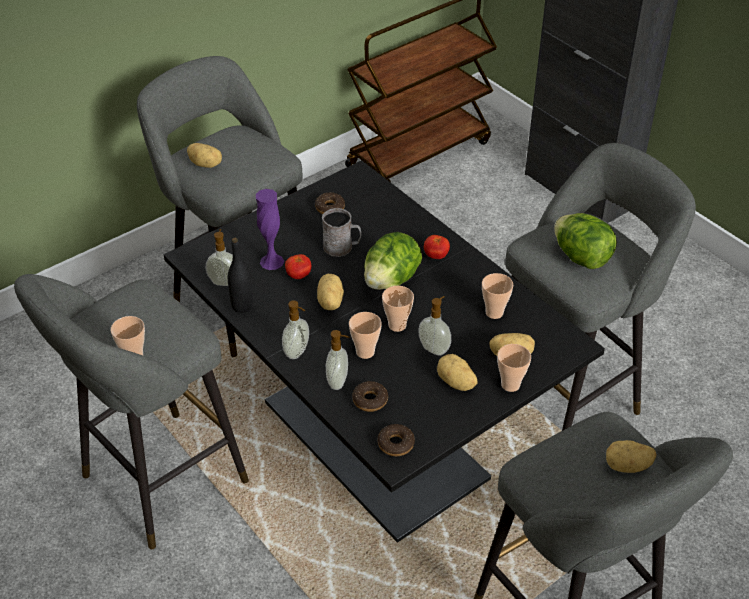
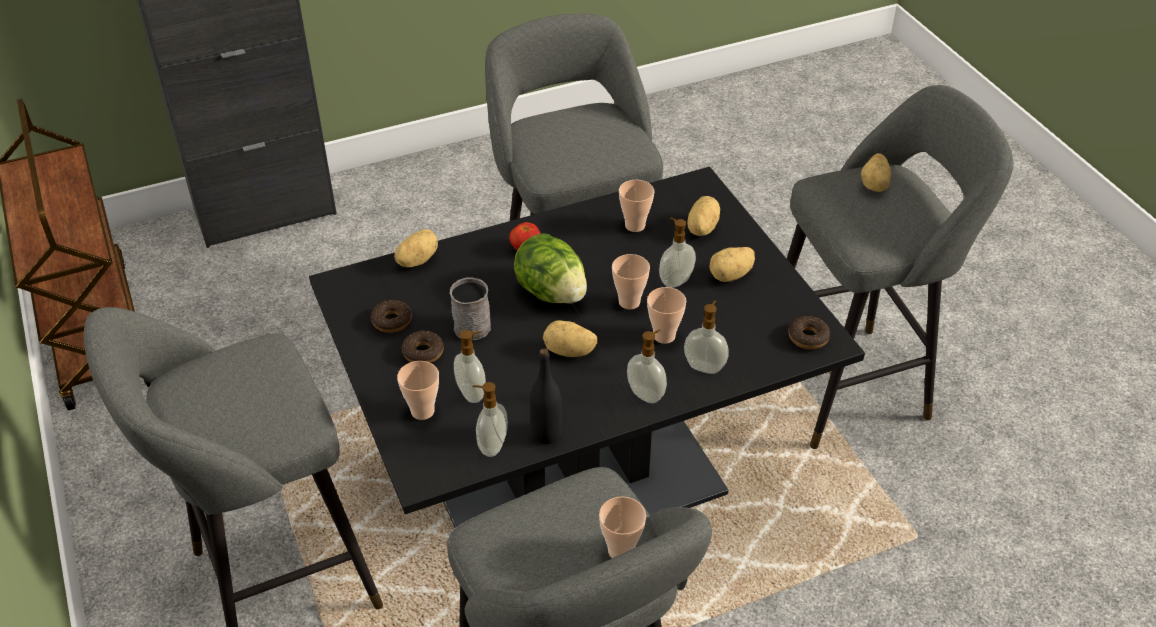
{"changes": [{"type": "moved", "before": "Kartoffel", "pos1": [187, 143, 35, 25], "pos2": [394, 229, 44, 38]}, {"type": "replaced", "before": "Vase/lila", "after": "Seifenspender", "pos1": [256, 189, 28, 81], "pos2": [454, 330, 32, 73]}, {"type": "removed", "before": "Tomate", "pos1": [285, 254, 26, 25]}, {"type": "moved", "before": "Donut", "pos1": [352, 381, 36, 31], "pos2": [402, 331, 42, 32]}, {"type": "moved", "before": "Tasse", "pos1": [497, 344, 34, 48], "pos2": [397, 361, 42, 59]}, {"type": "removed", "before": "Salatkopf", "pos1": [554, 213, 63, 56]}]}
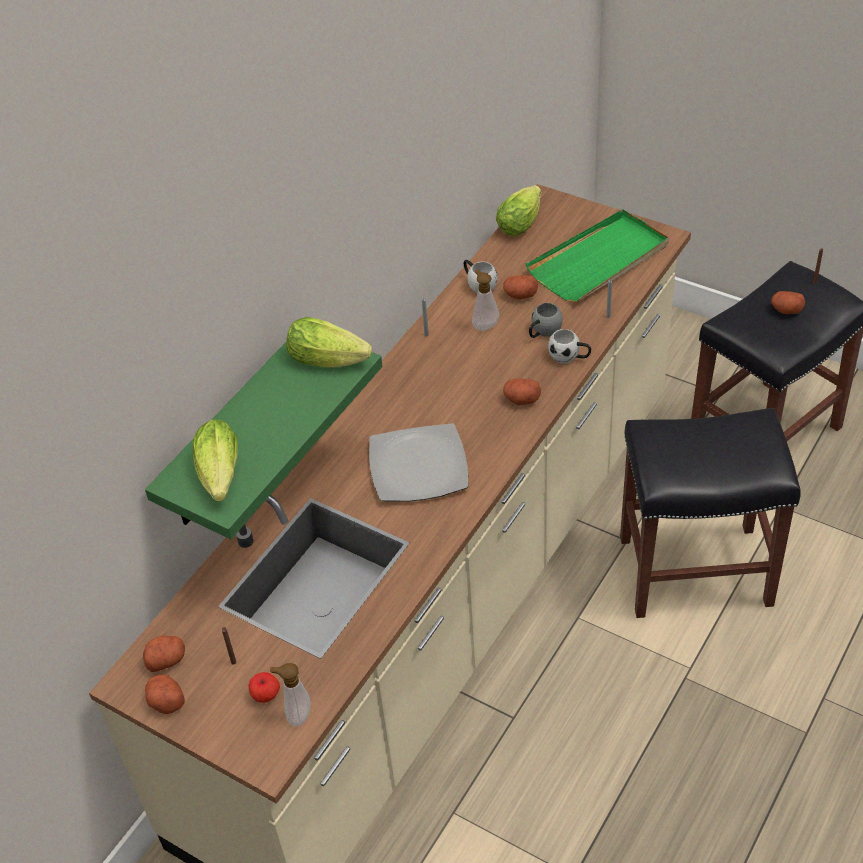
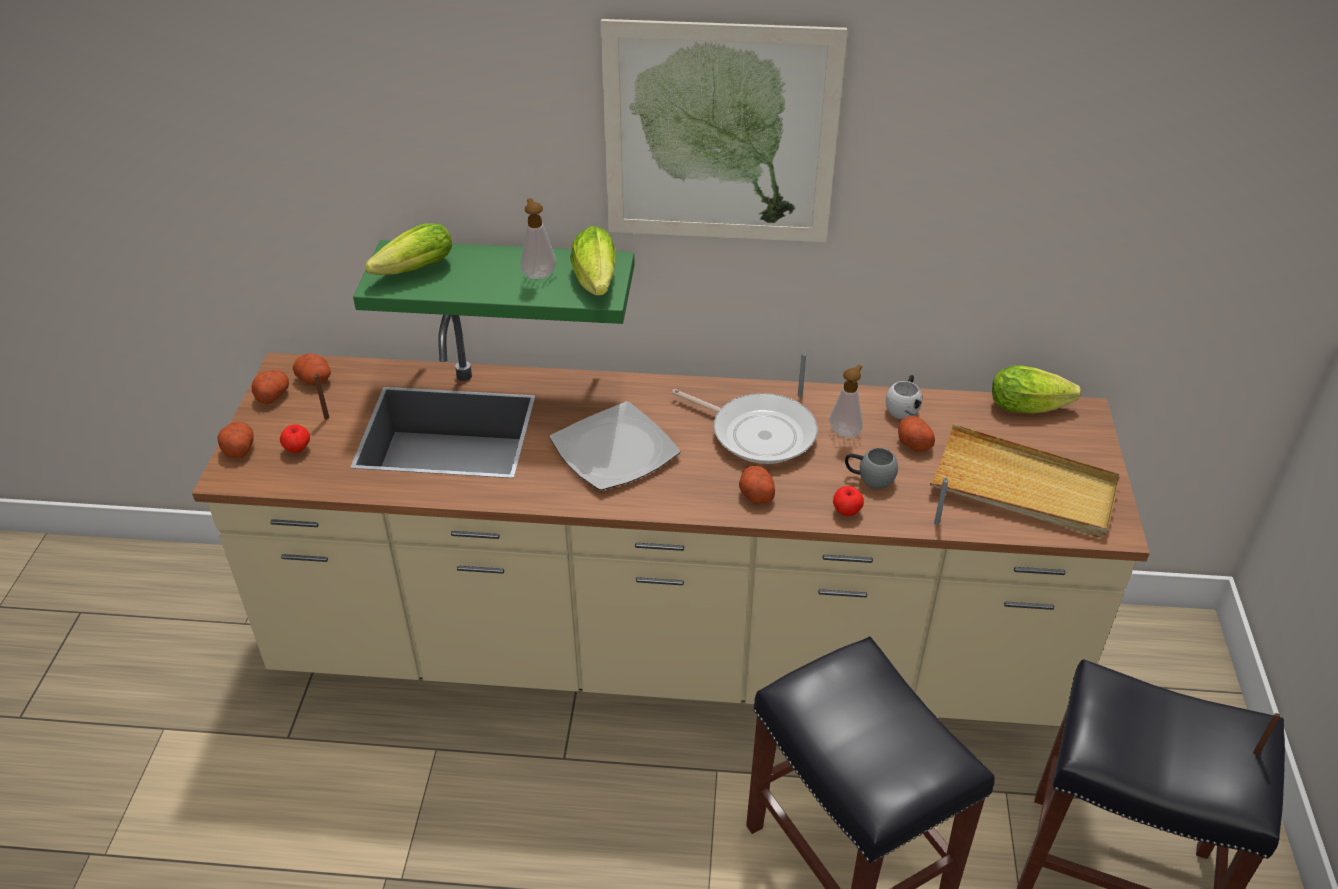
{"changes": [{"type": "moved", "before": "Seifenspender", "pos1": [270, 663, 41, 64], "pos2": [520, 198, 36, 81]}, {"type": "recoloured", "before": "Tablett/grün", "after": "Tablett/beige", "pos1": [525, 209, 144, 94], "pos2": [930, 424, 190, 114]}, {"type": "replaced", "before": "Henkelbecher/weiß", "after": "Apfel", "pos1": [548, 329, 43, 35], "pos2": [833, 486, 31, 30]}, {"type": "moved", "before": "Kartoffel", "pos1": [771, 291, 34, 23], "pos2": [217, 422, 37, 36]}, {"type": "added", "after": "Bild", "pos2": [600, 19, 248, 223]}, {"type": "added", "after": "Pfanne", "pos2": [672, 389, 145, 75]}]}
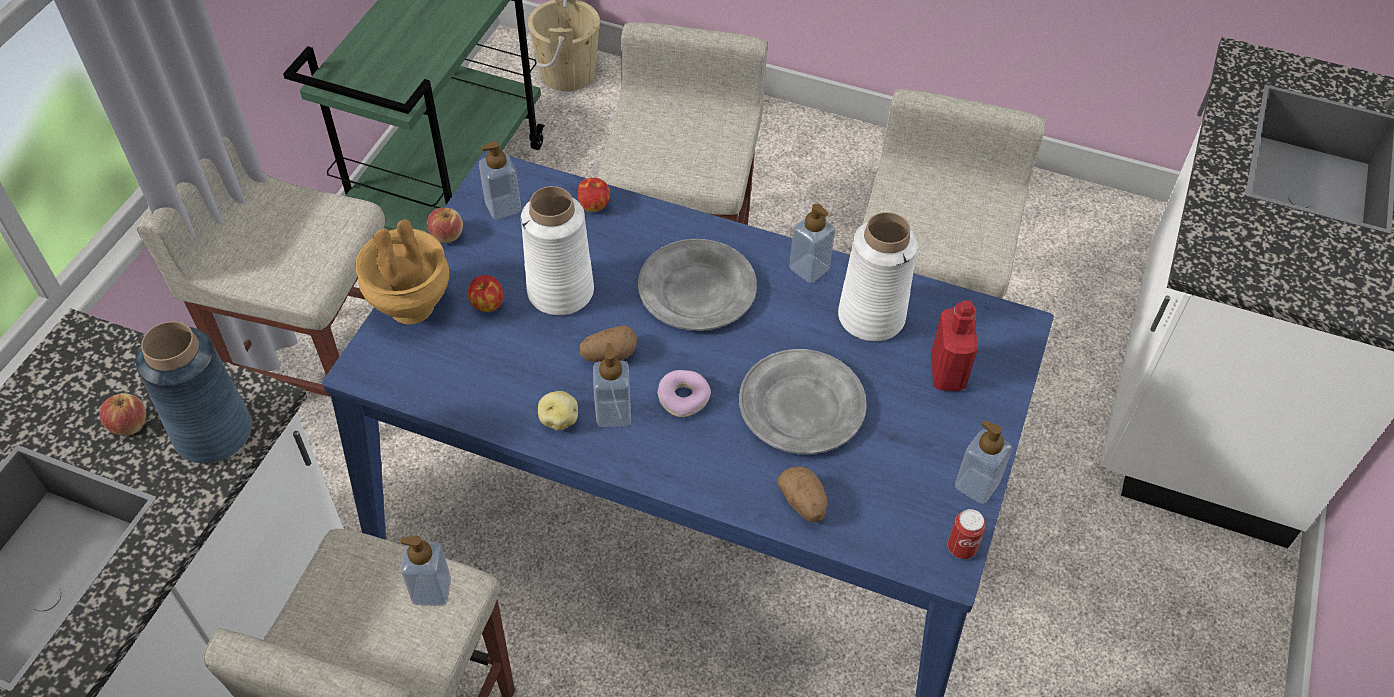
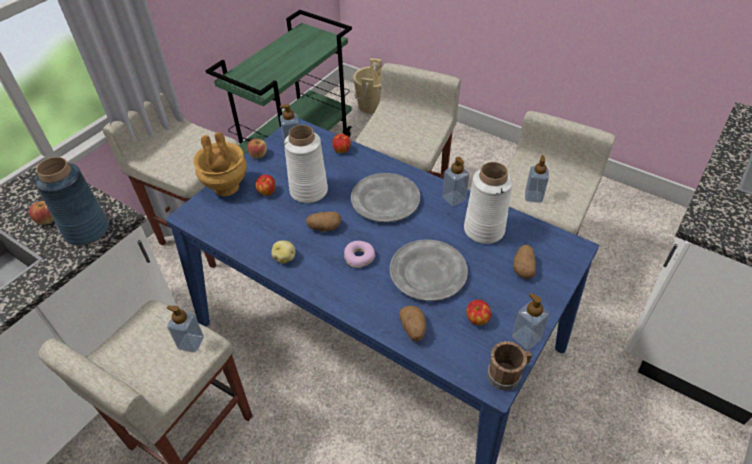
{"changes": [{"type": "moved", "before": "Seifenspender", "pos1": [593, 343, 38, 84], "pos2": [525, 155, 24, 48]}, {"type": "replaced", "before": "Flasche/rot", "after": "Kartoffel", "pos1": [931, 300, 47, 91], "pos2": [513, 245, 23, 34]}, {"type": "replaced", "before": "Dose", "after": "Henkelbecher/braun", "pos1": [948, 509, 38, 50], "pos2": [487, 341, 45, 50]}, {"type": "added", "after": "Apfel", "pos2": [466, 300, 25, 25]}]}
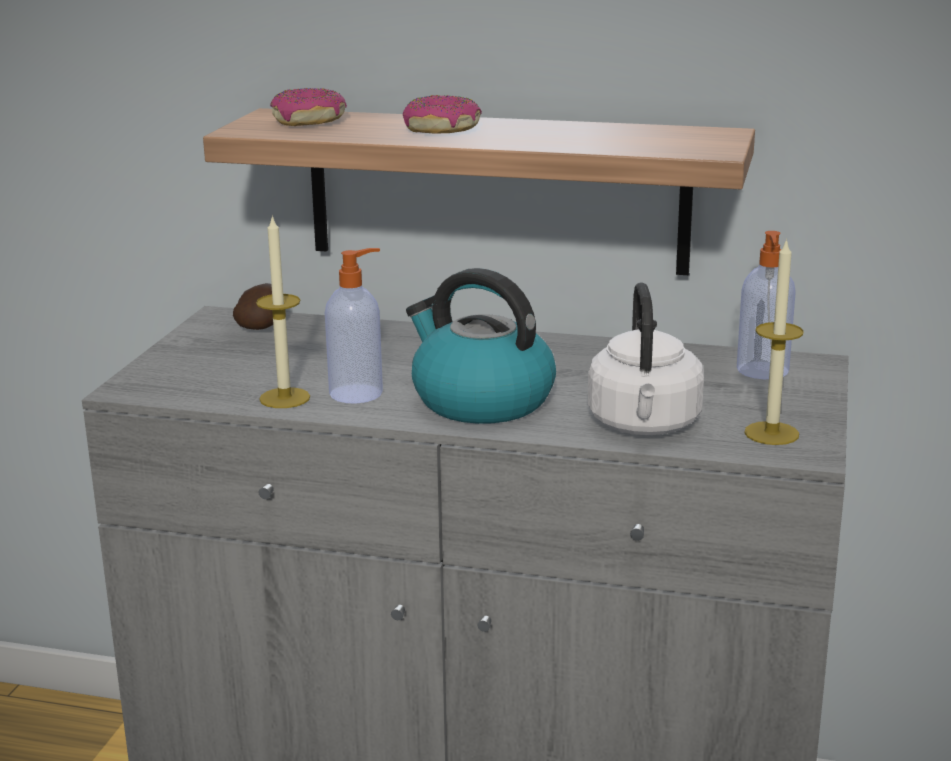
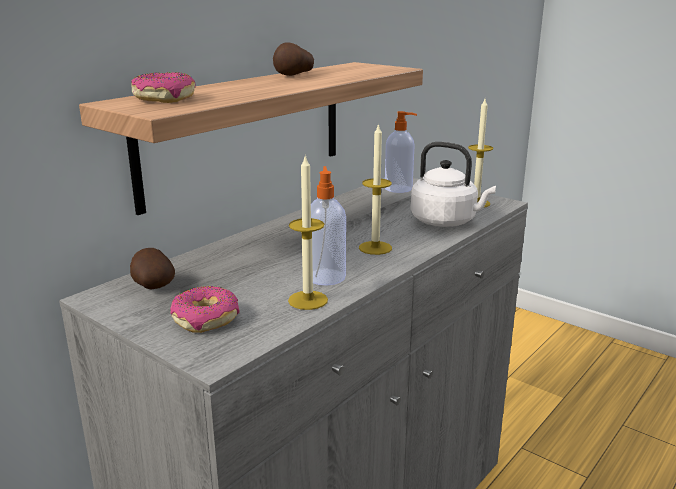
{"changes": [{"type": "moved", "before": "Donut", "pos1": [403, 95, 79, 39], "pos2": [170, 286, 70, 47]}, {"type": "replaced", "before": "Wasserkessel", "after": "Kerze", "pos1": [406, 268, 150, 156], "pos2": [359, 123, 33, 132]}, {"type": "added", "after": "Kartoffel", "pos2": [273, 42, 41, 34]}]}
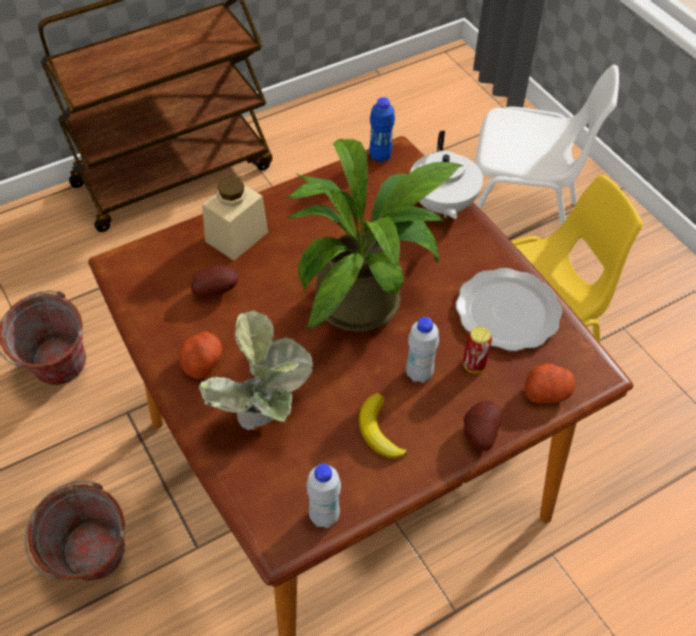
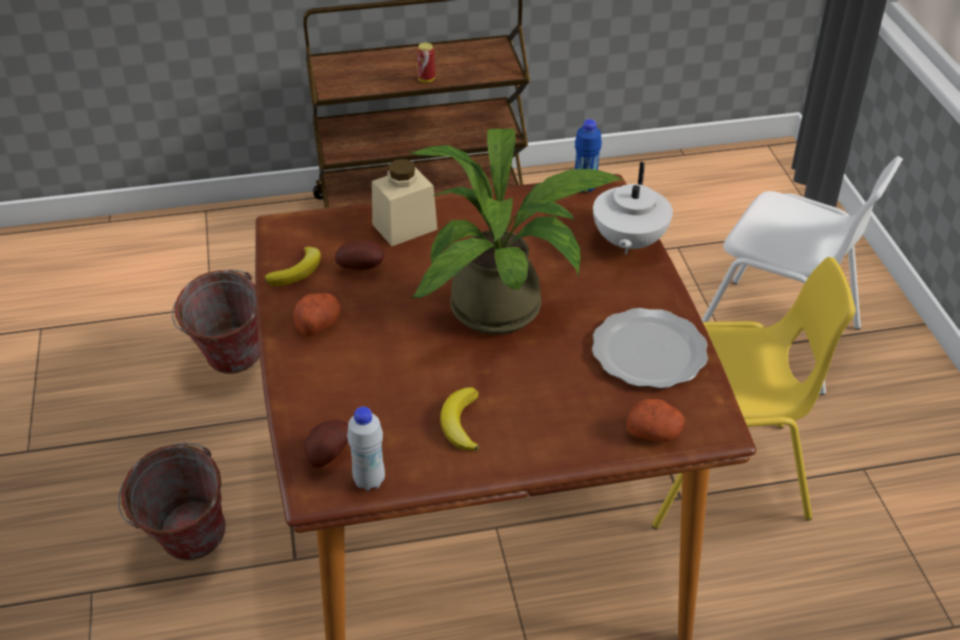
{"changes": [{"type": "removed", "before": "Topfpflanze", "pos1": [199, 310, 114, 121]}, {"type": "removed", "before": "Flasche/weiß", "pos1": [406, 317, 33, 66]}, {"type": "moved", "before": "Dose", "pos1": [463, 326, 29, 47], "pos2": [417, 43, 18, 39]}, {"type": "moved", "before": "Kartoffel", "pos1": [464, 401, 38, 50], "pos2": [303, 420, 45, 48]}, {"type": "added", "after": "Banane", "pos2": [265, 246, 56, 40]}]}
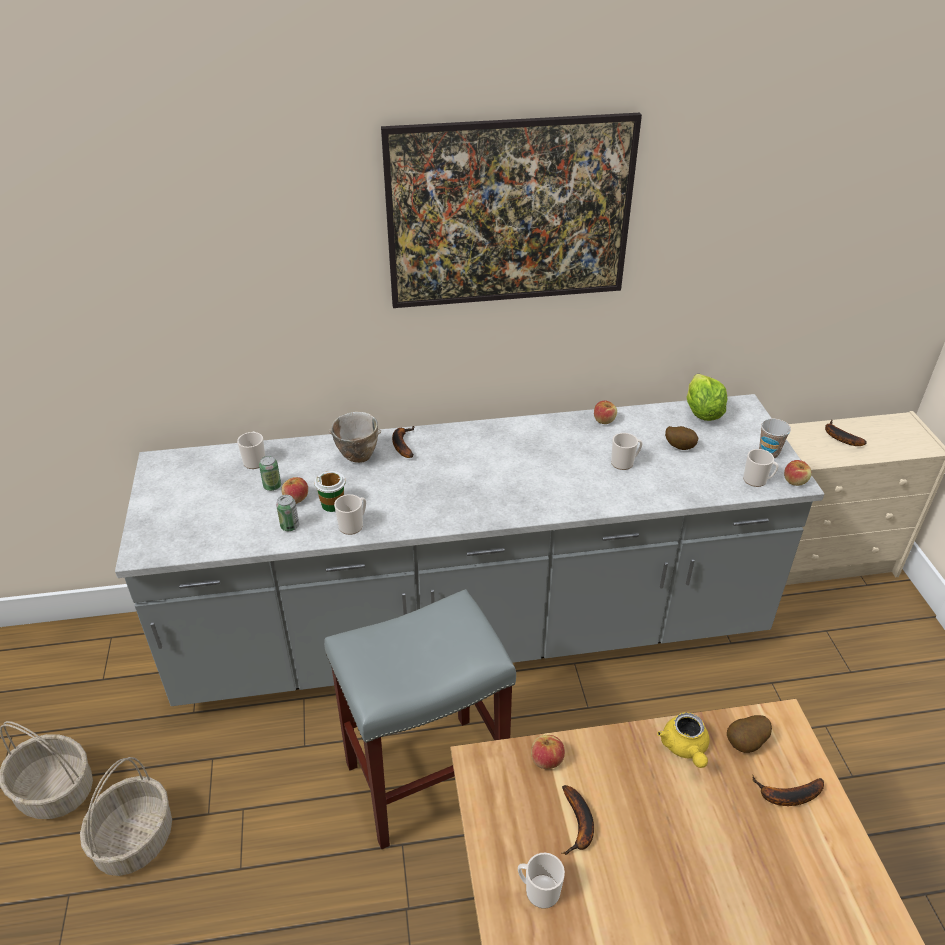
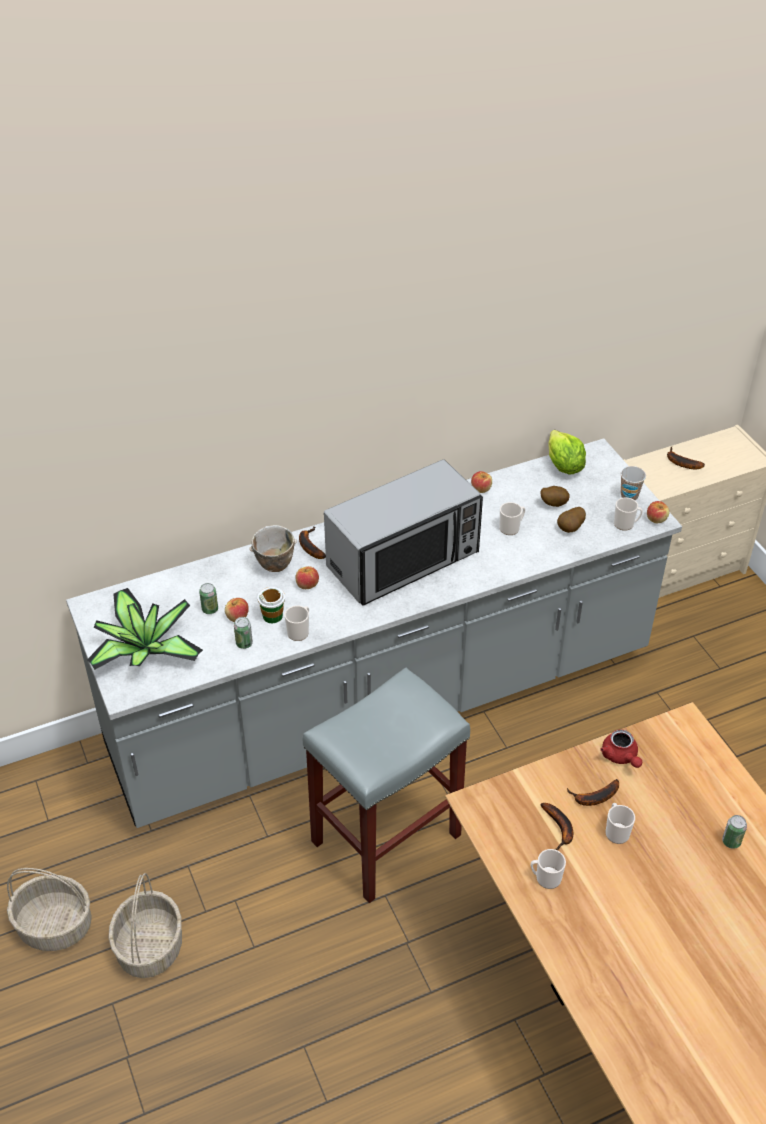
{"changes": [{"type": "moved", "before": "Henkelbecher", "pos1": [237, 431, 28, 38], "pos2": [606, 803, 29, 41]}, {"type": "removed", "before": "Bild", "pos1": [381, 113, 261, 195]}, {"type": "moved", "before": "Apfel", "pos1": [531, 735, 34, 34], "pos2": [296, 566, 23, 23]}, {"type": "recoloured", "before": "Teekanne/gelb", "after": "Teekanne/rot", "pos1": [657, 712, 52, 56], "pos2": [600, 729, 42, 39]}, {"type": "moved", "before": "Kartoffel", "pos1": [727, 715, 45, 38], "pos2": [557, 507, 29, 26]}, {"type": "moved", "before": "Banane", "pos1": [752, 775, 72, 31], "pos2": [567, 779, 52, 27]}, {"type": "added", "after": "Topfpflanze", "pos2": [87, 588, 116, 82]}, {"type": "added", "after": "Mikrowelle", "pos2": [324, 460, 159, 146]}, {"type": "added", "after": "Dose", "pos2": [722, 815, 25, 34]}]}
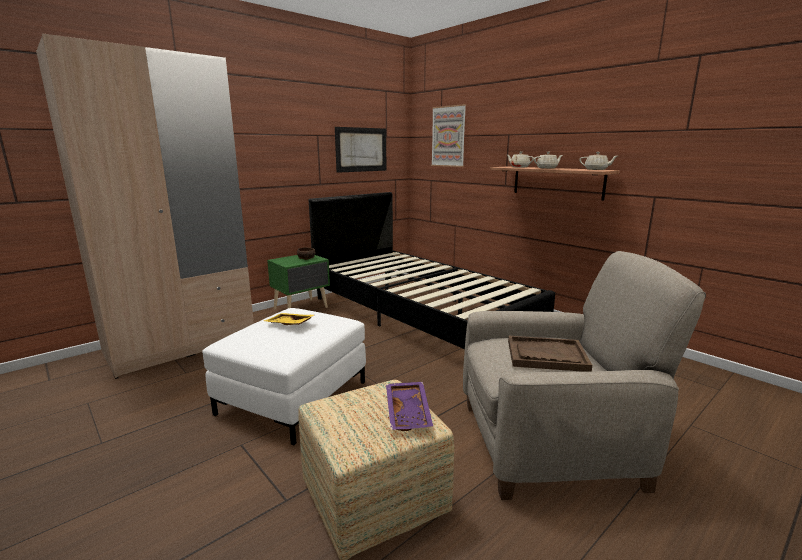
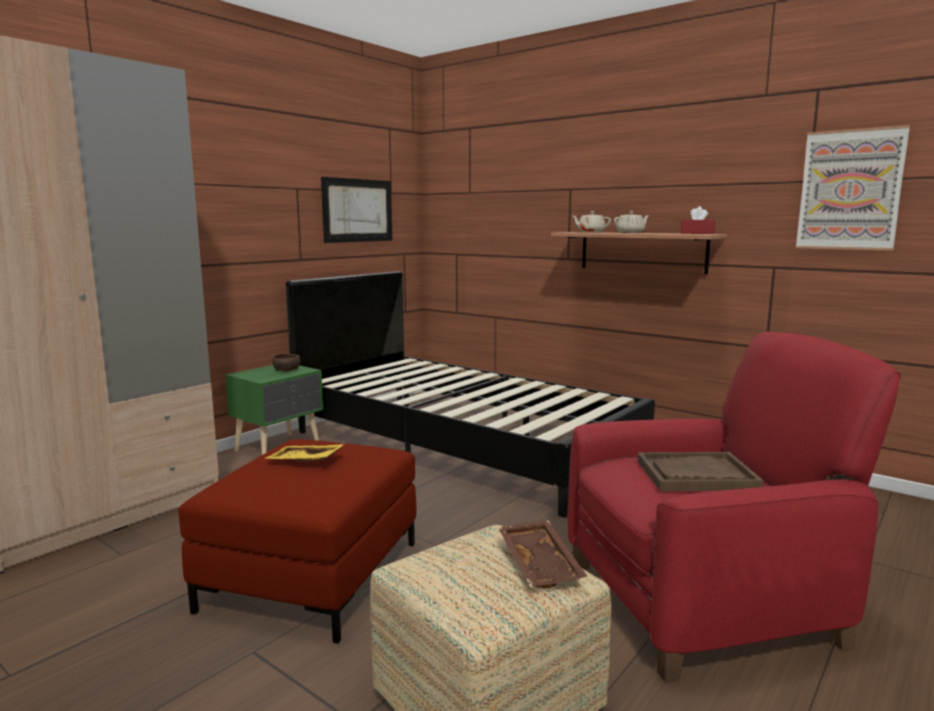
{"changes": [{"type": "recoloured", "before": "Polsterhocker/weiß", "after": "Polsterhocker/rot", "pos1": [202, 308, 164, 137], "pos2": [178, 439, 238, 205]}, {"type": "recoloured", "before": "Tablett/lila", "after": "Tablett/braun", "pos1": [386, 382, 47, 49], "pos2": [498, 520, 90, 69]}, {"type": "moved", "before": "Bild", "pos1": [431, 104, 35, 63], "pos2": [796, 125, 114, 126]}, {"type": "recoloured", "before": "Sessel/beige", "after": "Sessel/rot", "pos1": [463, 251, 243, 249], "pos2": [568, 332, 333, 351]}, {"type": "replaced", "before": "Teekanne/beige", "after": "Taschentuchbox/rot", "pos1": [579, 152, 39, 18], "pos2": [681, 206, 34, 28]}]}
